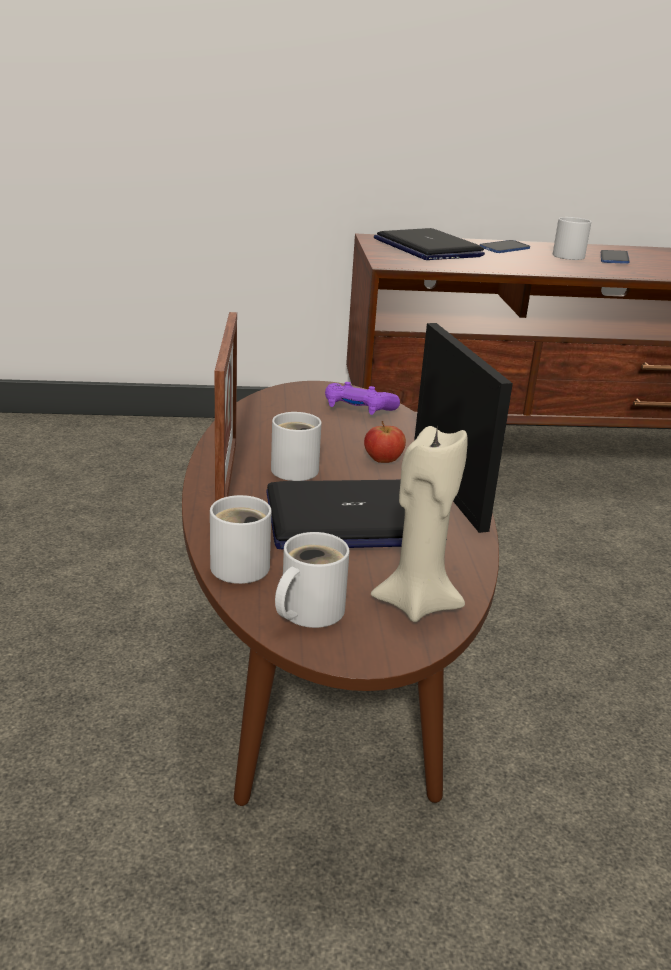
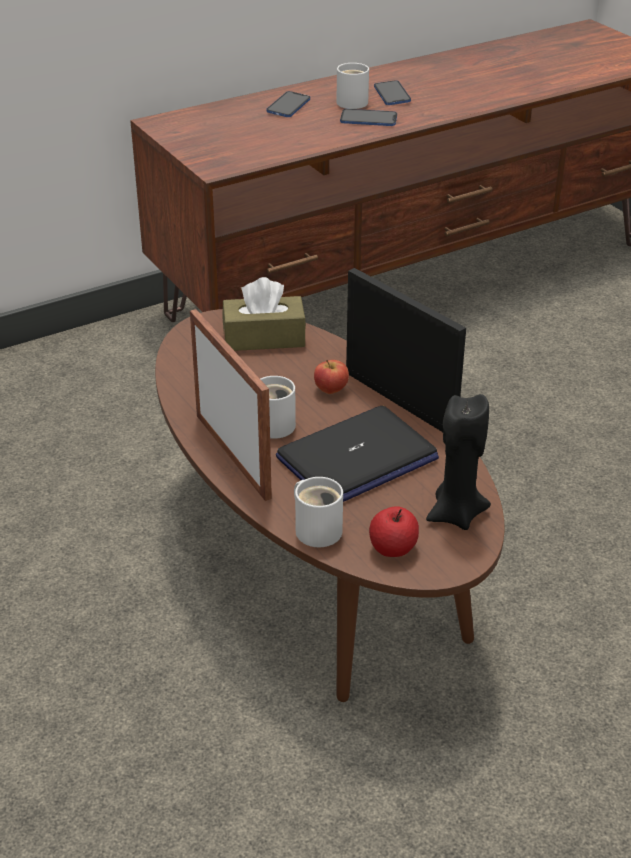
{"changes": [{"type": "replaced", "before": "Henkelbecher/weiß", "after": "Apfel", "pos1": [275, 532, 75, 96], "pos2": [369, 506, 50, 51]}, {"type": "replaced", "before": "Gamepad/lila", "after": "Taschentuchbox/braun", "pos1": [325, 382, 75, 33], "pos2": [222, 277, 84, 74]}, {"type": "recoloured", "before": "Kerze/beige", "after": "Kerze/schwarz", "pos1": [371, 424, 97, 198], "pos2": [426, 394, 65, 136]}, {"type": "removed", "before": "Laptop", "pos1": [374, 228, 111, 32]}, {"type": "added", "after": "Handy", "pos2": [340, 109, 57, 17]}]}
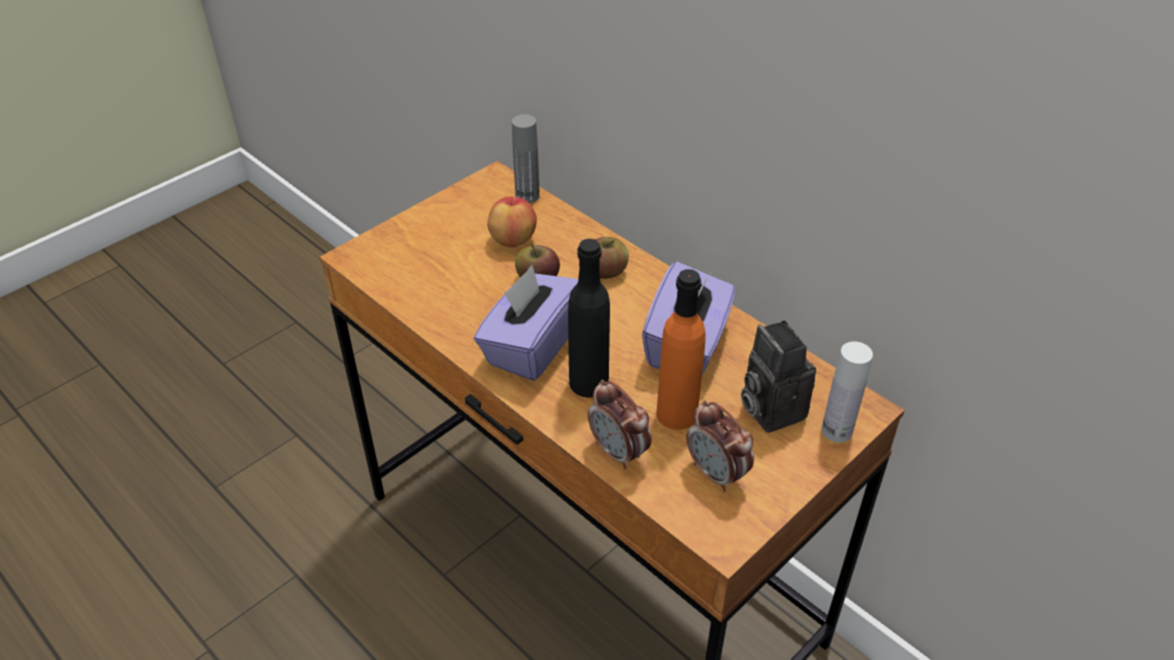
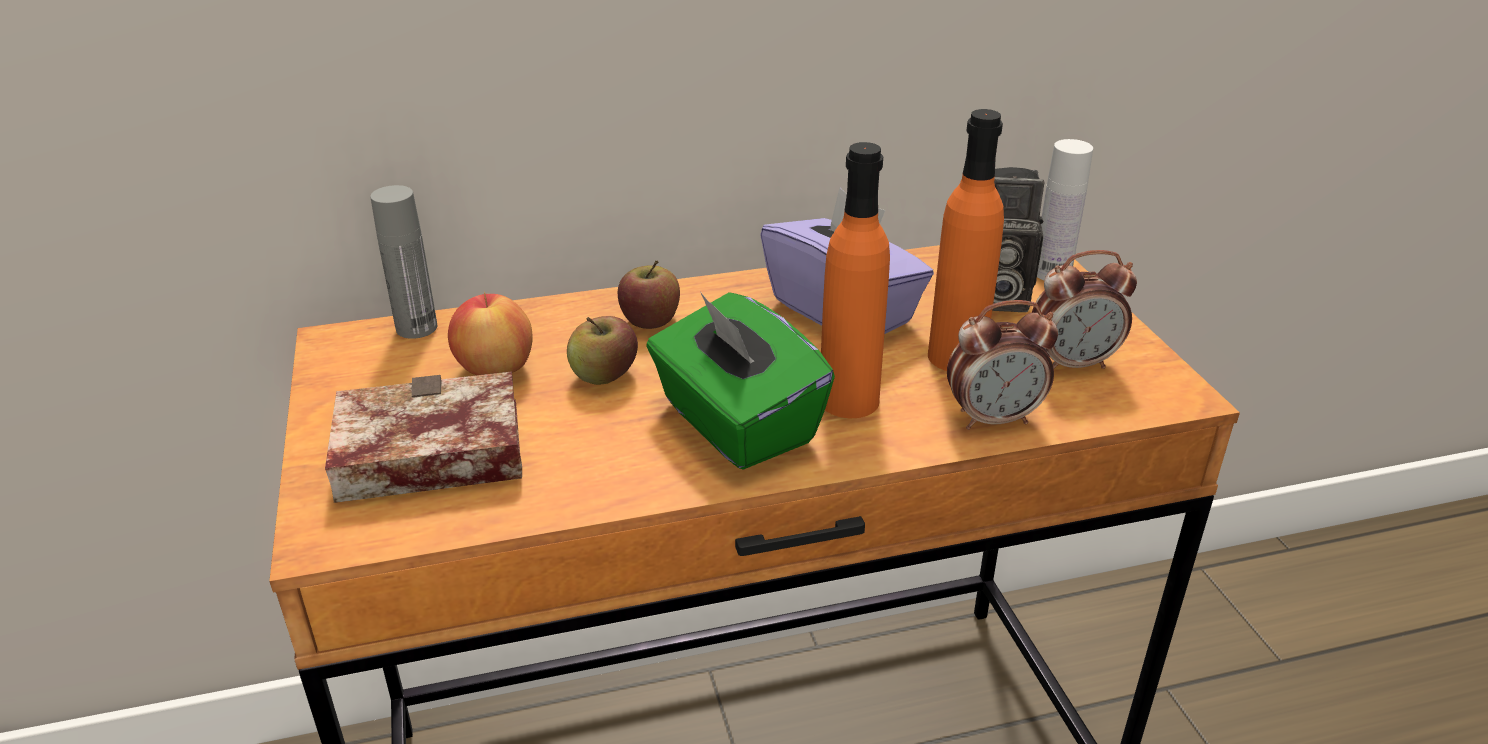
{"changes": [{"type": "recoloured", "before": "Taschentuchbox/lila", "after": "Taschentuchbox/grün", "pos1": [474, 265, 104, 116], "pos2": [646, 292, 189, 178]}, {"type": "recoloured", "before": "Flasche/schwarz", "after": "Flasche/orange", "pos1": [568, 239, 42, 159], "pos2": [821, 142, 69, 276]}, {"type": "added", "after": "Buch", "pos2": [325, 371, 197, 132]}]}
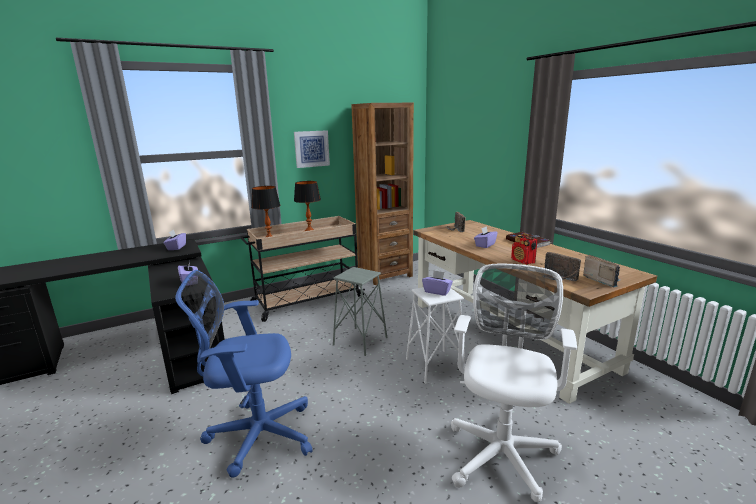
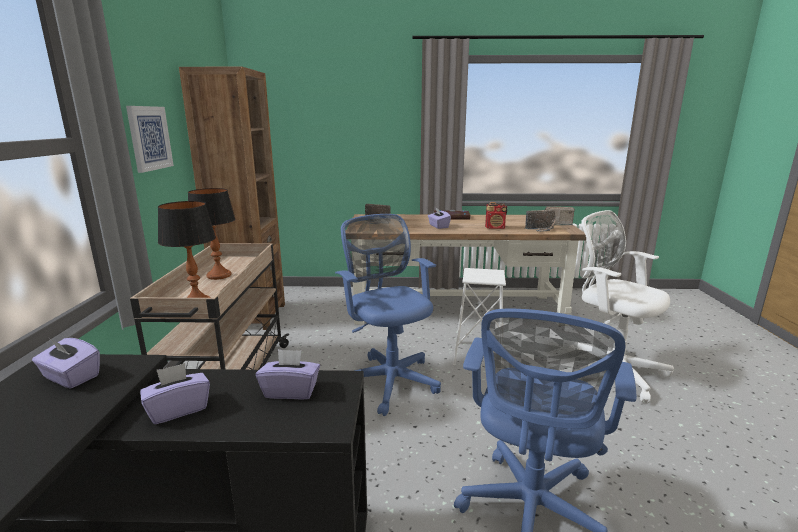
{"changes": [{"type": "replaced", "before": "Hocker/grau", "after": "Bürostuhl/blau", "pos1": [333, 267, 54, 89], "pos2": [335, 214, 106, 202]}, {"type": "moved", "before": "Taschentuchbox/lila", "pos1": [422, 270, 31, 26], "pos2": [140, 363, 70, 61]}]}
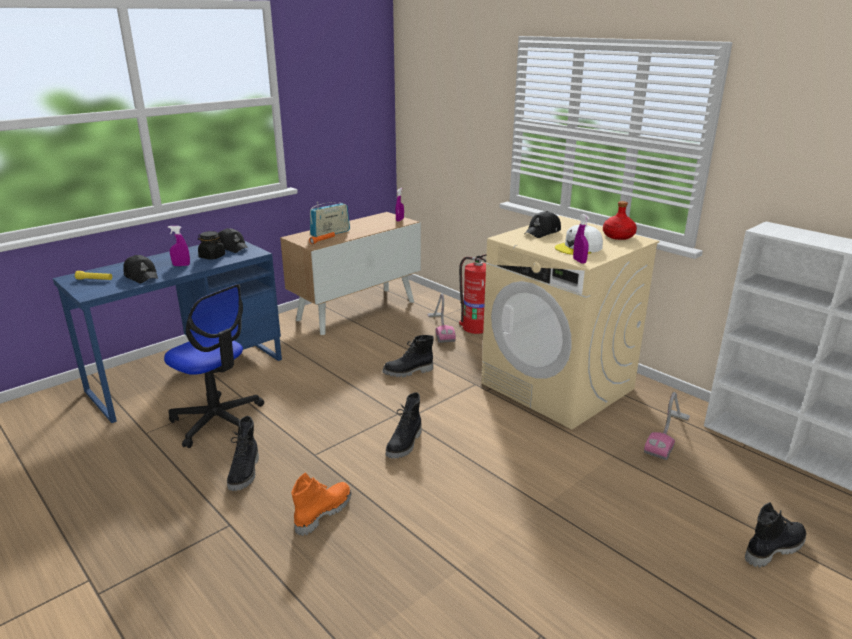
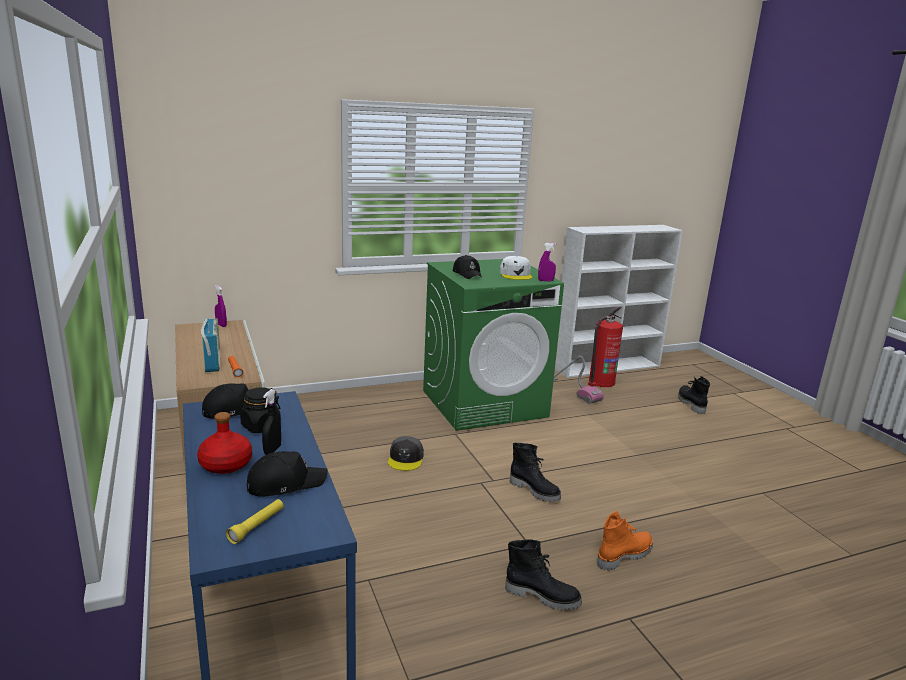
{"changes": [{"type": "removed", "before": "Bürostuhl", "pos1": [164, 284, 100, 164]}, {"type": "recoloured", "before": "Sprühflasche/lila", "after": "Sprühflasche/schwarz", "pos1": [168, 226, 22, 40], "pos2": [262, 389, 19, 66]}, {"type": "turned", "before": "Stiefel/orange", "pos1": [291, 472, 60, 64], "pos2": [597, 511, 56, 60], "turn": 90}, {"type": "replaced", "before": "Stiefel/schwarz", "after": "Kappe/grau", "pos1": [382, 335, 52, 42], "pos2": [388, 436, 36, 35]}, {"type": "removed", "before": "Staubsauger", "pos1": [427, 293, 29, 50]}, {"type": "moved", "before": "Feuerlöscher", "pos1": [459, 254, 28, 80], "pos2": [588, 307, 35, 80]}, {"type": "recoloured", "before": "Waschmaschine/beige", "after": "Waschmaschine/grün", "pos1": [481, 216, 178, 213], "pos2": [423, 259, 141, 172]}, {"type": "moved", "before": "Flasche/rot", "pos1": [603, 201, 34, 39], "pos2": [197, 412, 55, 62]}]}
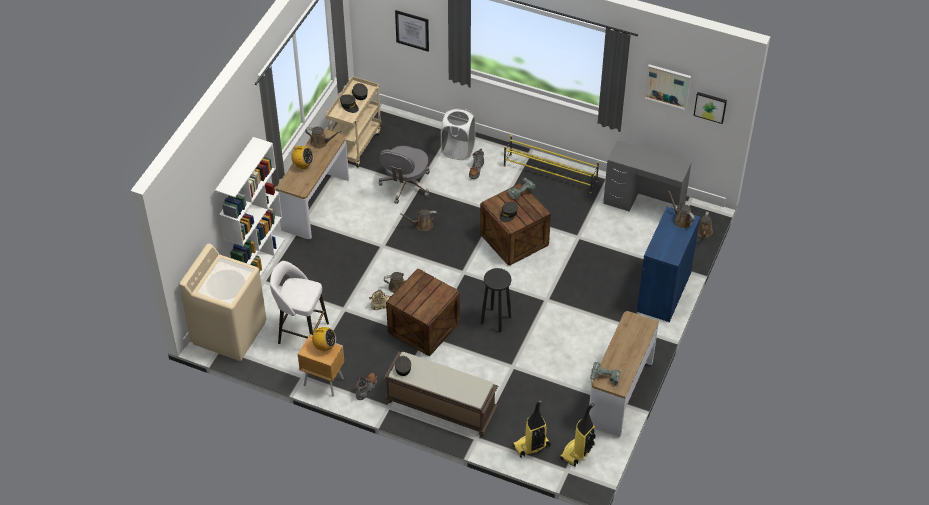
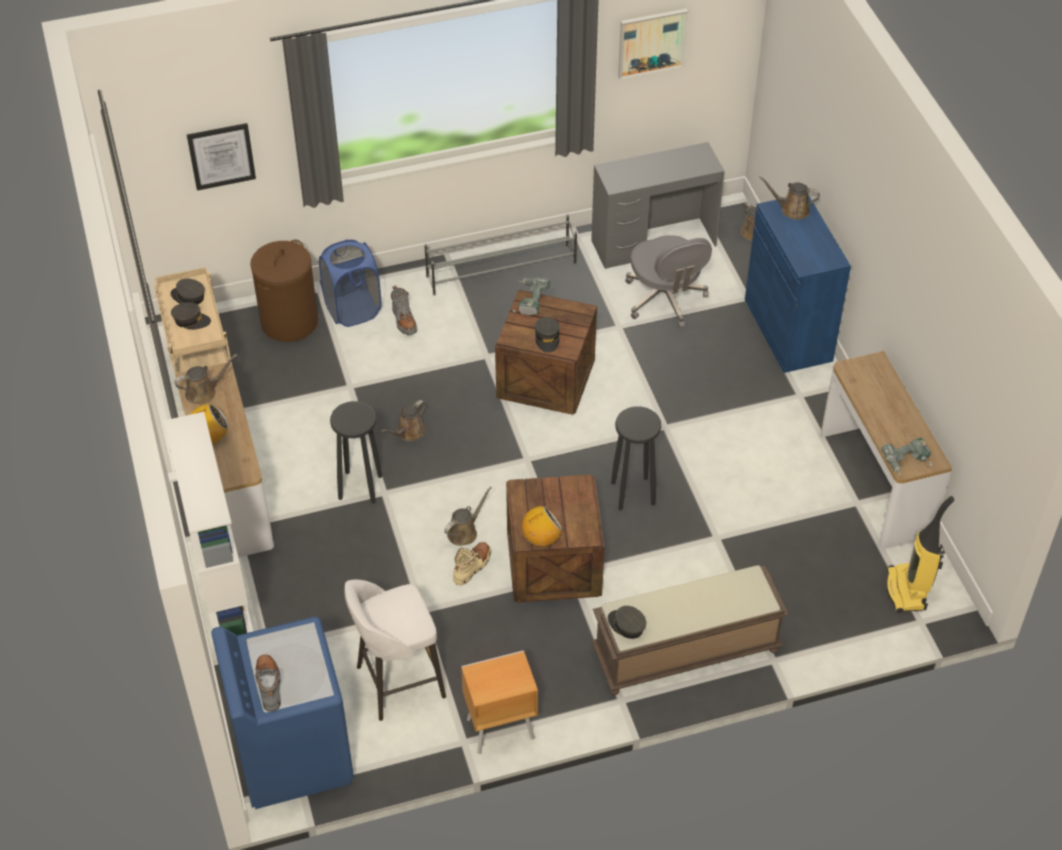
{"changes": [{"type": "recoloured", "before": "Waschmaschine/beige", "after": "Waschmaschine/blau", "pos1": [179, 243, 87, 118], "pos2": [211, 617, 143, 192]}, {"type": "moved", "before": "Radio", "pos1": [312, 327, 24, 24], "pos2": [522, 506, 40, 41]}, {"type": "moved", "before": "Stiefel/grau", "pos1": [356, 373, 21, 27], "pos2": [255, 654, 26, 58]}, {"type": "moved", "before": "Bürostuhl/grau", "pos1": [379, 146, 51, 58], "pos2": [625, 235, 87, 93]}, {"type": "recoloured", "before": "Wäschekorb/weiß", "after": "Wäschekorb/blau", "pos1": [441, 108, 35, 52], "pos2": [319, 240, 62, 87]}, {"type": "recoloured", "before": "Schuhregal/gelb", "after": "Schuhregal/grau", "pos1": [504, 135, 95, 58], "pos2": [424, 214, 153, 82]}, {"type": "removed", "before": "Staubsauger", "pos1": [512, 400, 38, 58]}, {"type": "removed", "before": "Bild", "pos1": [693, 92, 34, 32]}, {"type": "added", "after": "Wäschekorb/braun", "pos2": [250, 240, 68, 102]}, {"type": "added", "after": "Hocker/schwarz", "pos2": [330, 401, 52, 103]}]}
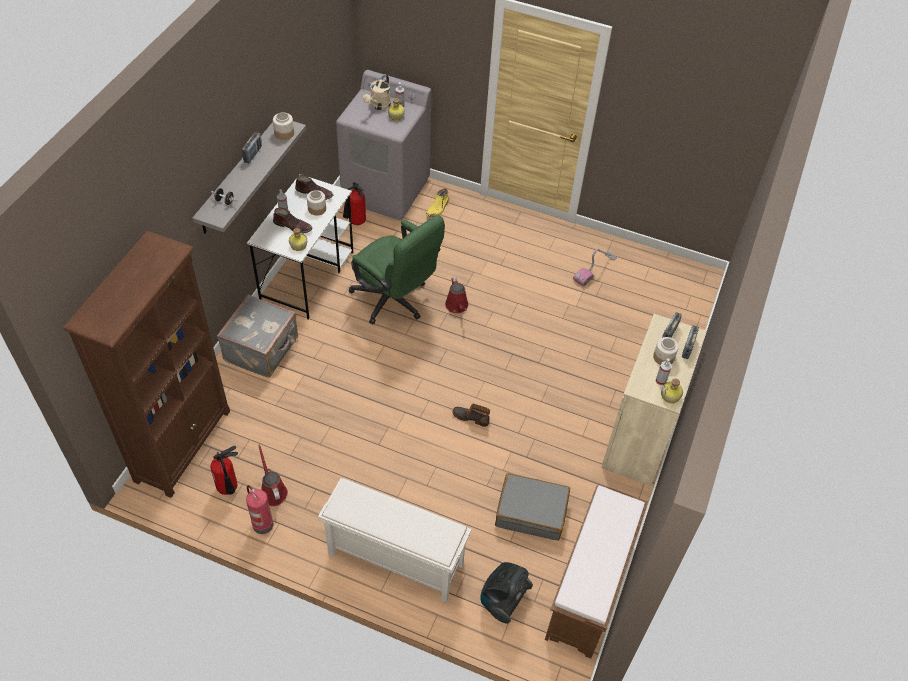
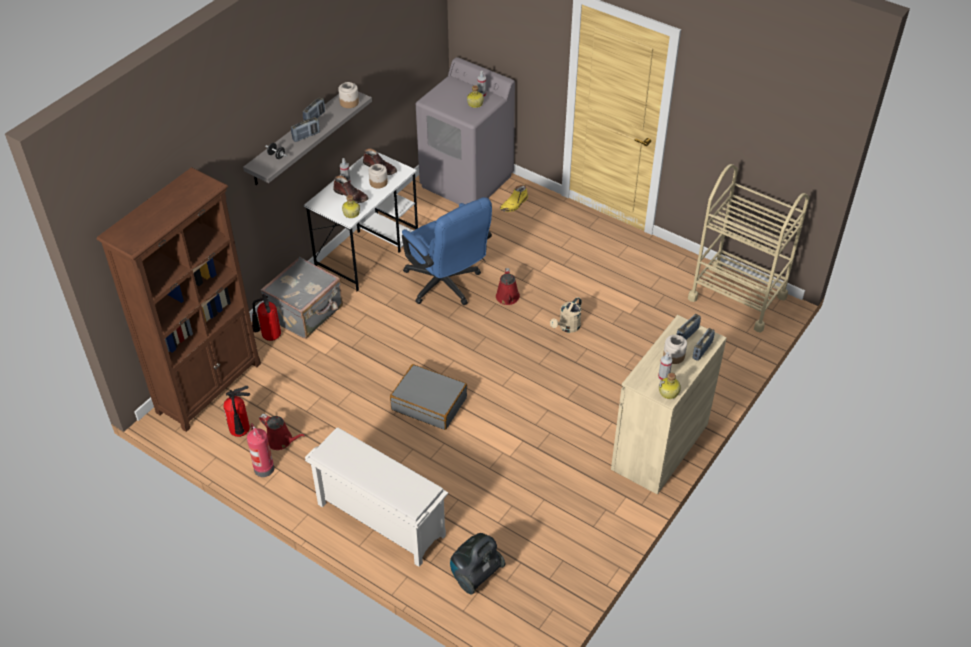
{"changes": [{"type": "turned", "before": "Gießkanne/rot", "pos1": [258, 444, 30, 62], "pos2": [259, 414, 46, 36], "turn": 135}, {"type": "moved", "before": "Feuerlöscher", "pos1": [343, 182, 23, 43], "pos2": [252, 294, 29, 47]}, {"type": "recoloured", "before": "Bürostuhl/grün", "after": "Bürostuhl/blau", "pos1": [349, 215, 96, 109], "pos2": [402, 197, 90, 108]}, {"type": "moved", "before": "Gießkanne/beige", "pos1": [363, 74, 28, 36], "pos2": [550, 297, 32, 36]}, {"type": "removed", "before": "Stiefel", "pos1": [452, 403, 38, 24]}, {"type": "moved", "before": "Koffer/grau", "pos1": [495, 473, 75, 68], "pos2": [390, 364, 77, 66]}, {"type": "removed", "before": "Bank/braun", "pos1": [545, 485, 103, 174]}, {"type": "removed", "before": "Staubsauger", "pos1": [573, 249, 44, 37]}, {"type": "added", "after": "Radio", "pos2": [291, 117, 29, 25]}, {"type": "added", "after": "Rollwagen/beige", "pos2": [688, 164, 122, 169]}]}
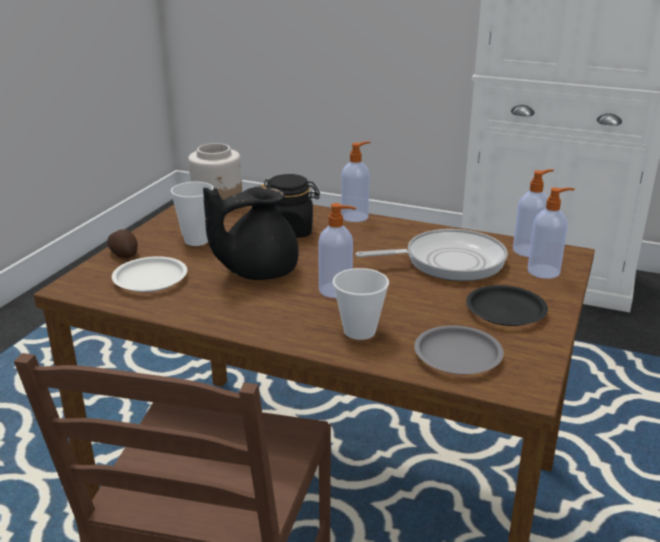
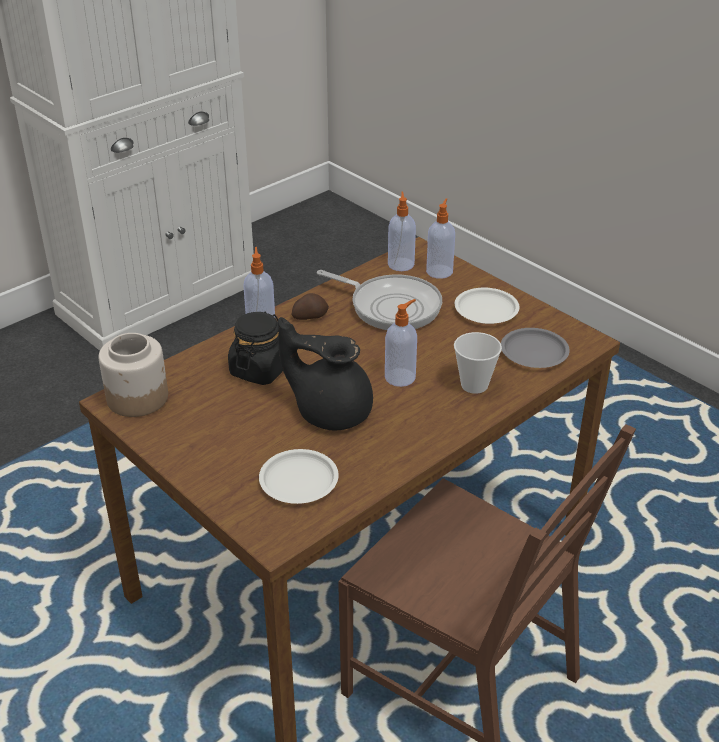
{"changes": [{"type": "moved", "before": "Kartoffel", "pos1": [107, 229, 31, 29], "pos2": [292, 293, 37, 27]}, {"type": "removed", "before": "Tasse", "pos1": [171, 182, 42, 64]}, {"type": "turned", "before": "Teekanne/schwarz", "pos1": [203, 186, 96, 94], "pos2": [278, 317, 95, 114], "turn": 120}, {"type": "turned", "before": "Pfanne", "pos1": [356, 229, 152, 52], "pos2": [317, 270, 125, 60], "turn": 105}, {"type": "recoloured", "before": "Teller/schwarz", "after": "Teller/weiß", "pos1": [466, 285, 82, 41], "pos2": [455, 288, 64, 36]}]}
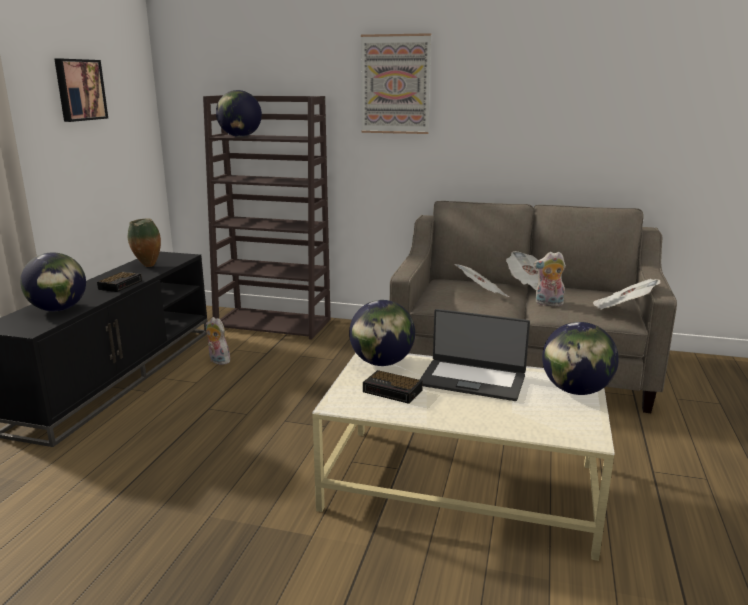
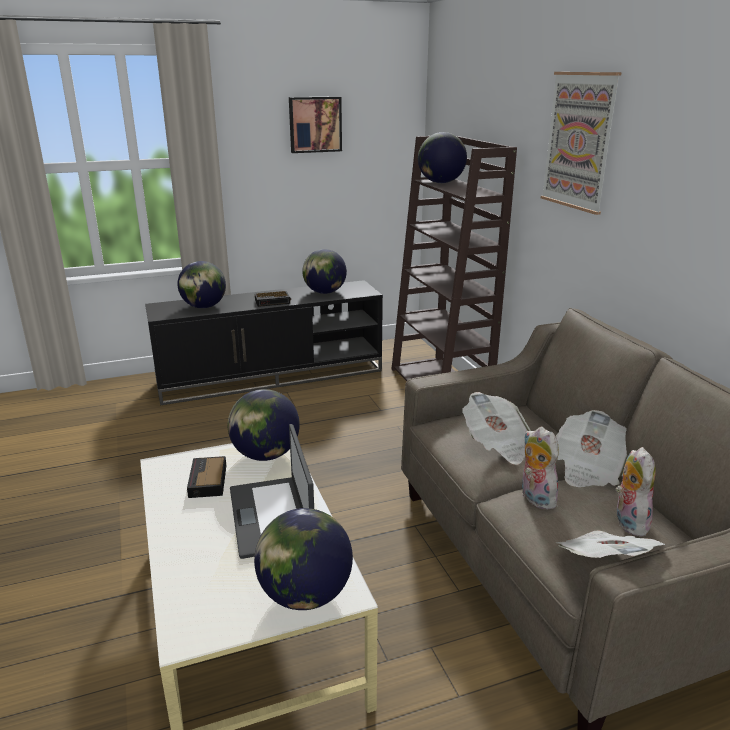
{"changes": [{"type": "replaced", "before": "Vase", "after": "Globus", "pos1": [128, 219, 33, 48], "pos2": [302, 249, 45, 45]}, {"type": "moved", "before": "Plüschtier", "pos1": [206, 317, 25, 48], "pos2": [616, 447, 40, 90]}]}
